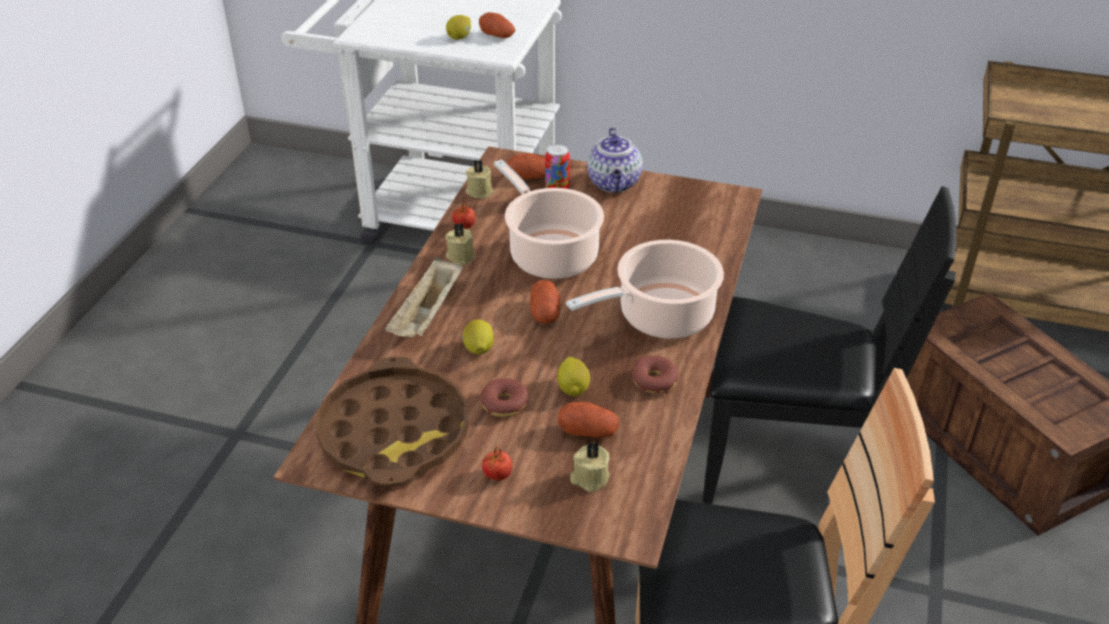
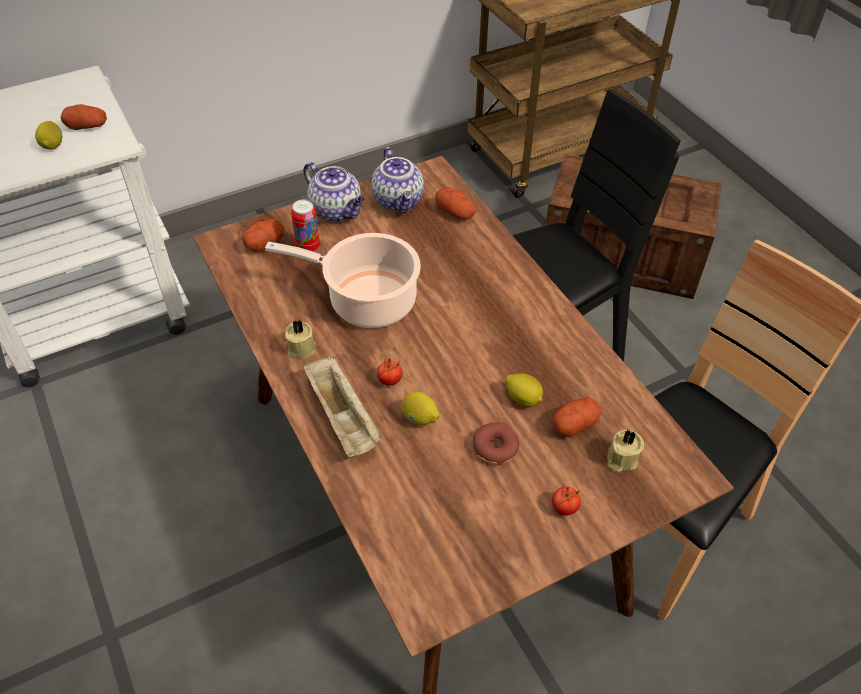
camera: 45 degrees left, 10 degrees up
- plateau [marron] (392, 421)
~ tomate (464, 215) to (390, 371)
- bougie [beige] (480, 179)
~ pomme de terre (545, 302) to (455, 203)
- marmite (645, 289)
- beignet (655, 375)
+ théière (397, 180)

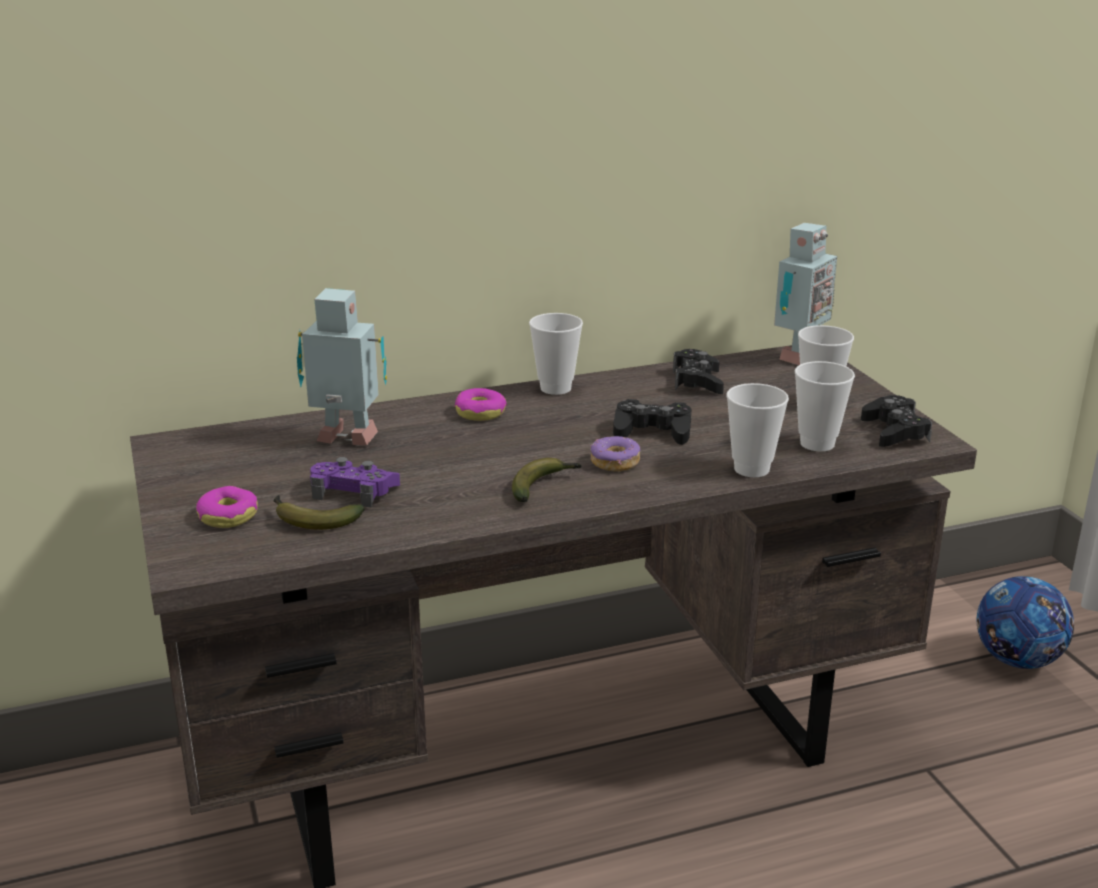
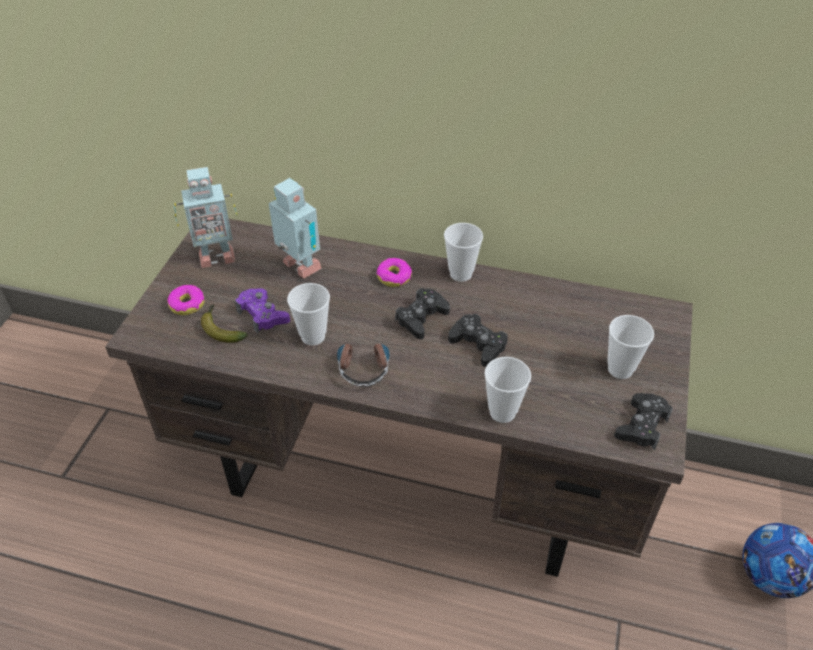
camera: 35 degrees right, 20 degrees up
~ banane (547, 480) to casque audio (363, 362)
- beignet (615, 453)
~ manette [noir] (698, 371) to (422, 313)
~ robot jouet (805, 294) to (205, 217)
~ tasse (825, 406) to (308, 314)

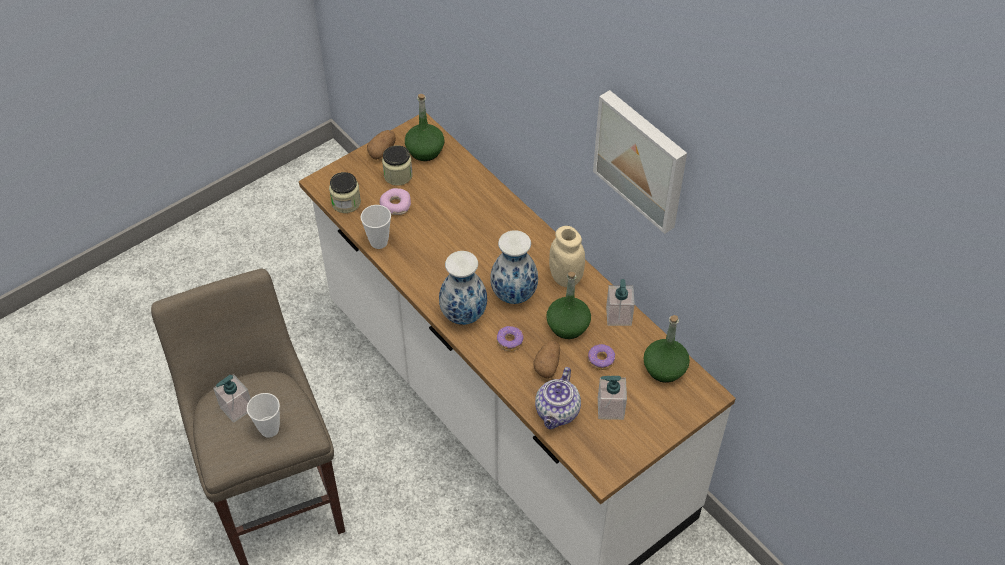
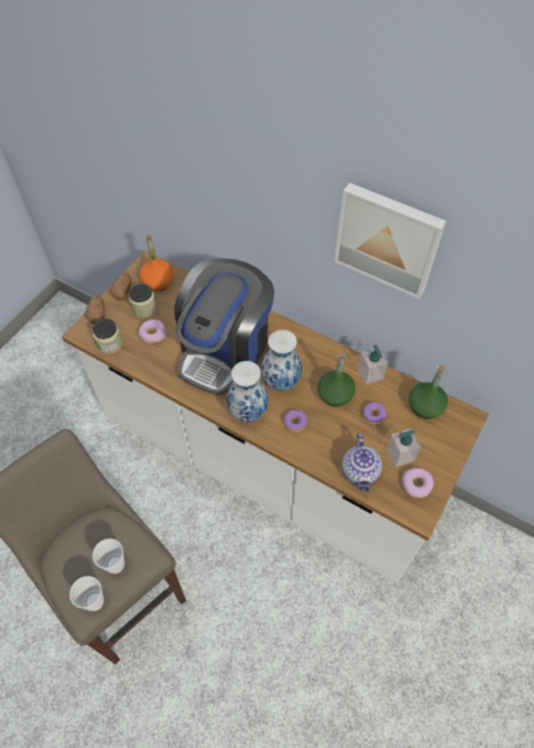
camera: 20 degrees left, 5 degrees up
- distributeur de savon (232, 398)
~ tasse (376, 227) to (87, 593)
~ bouteille [vert] (424, 127) to bouteille [orange] (157, 263)
~ pomme de terre (546, 360) to (95, 310)
- bocal [beige] (567, 256)
+ machine à café (224, 326)
+ beignet (418, 483)

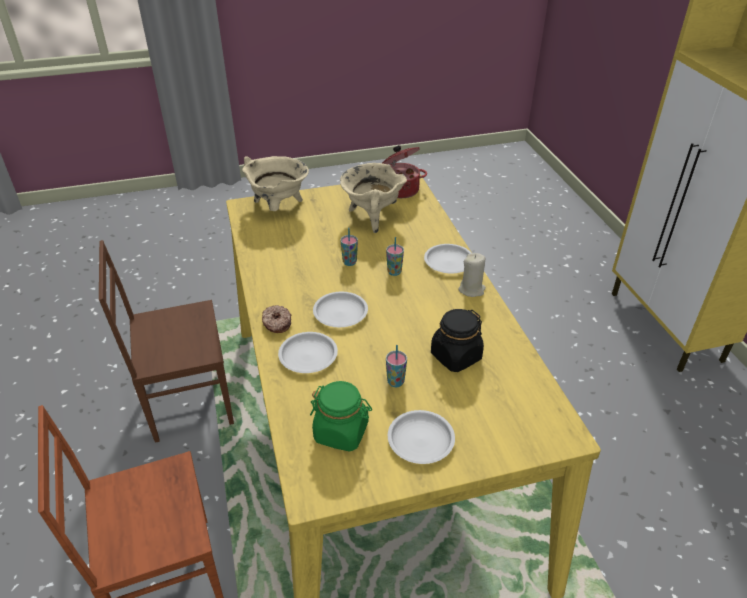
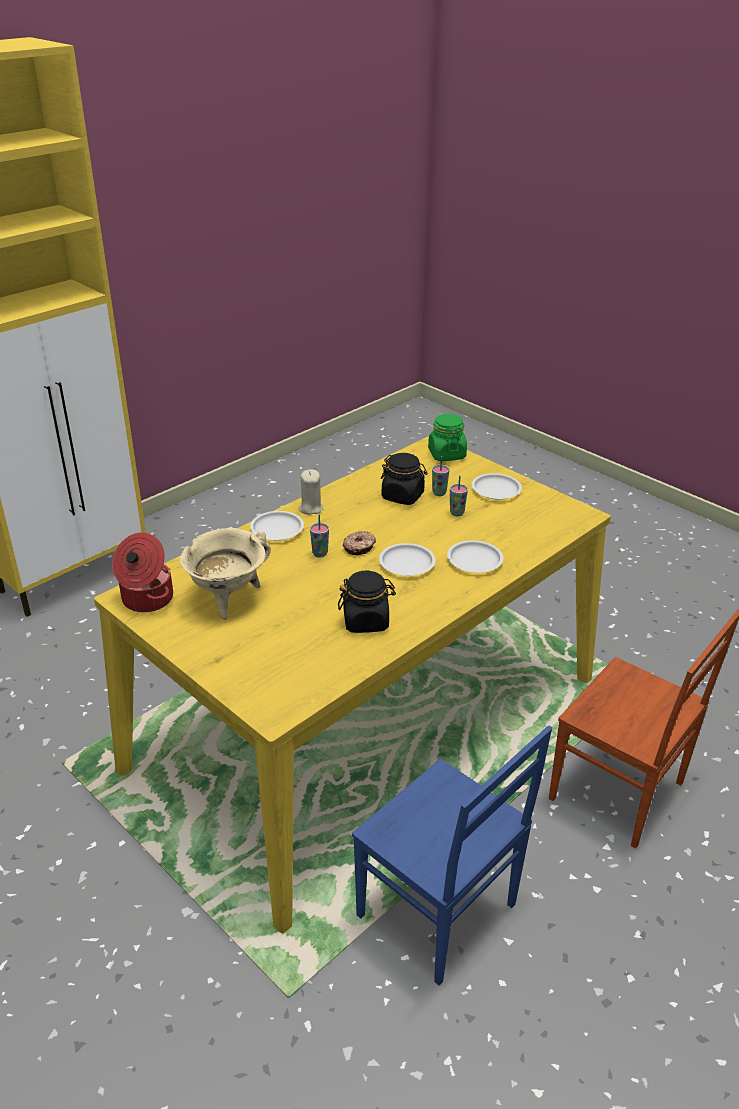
camera: 120 degrees left, 5 degrees down
~ chaise [marron] (166, 341) to chaise [bleu] (452, 855)
- marmite [beige] (275, 183)
~ beignet (276, 319) to (359, 543)
~ bocal [vert] (341, 416) to (447, 437)
~ tasse (349, 247) to (441, 476)
+ bocal [noir] (367, 602)

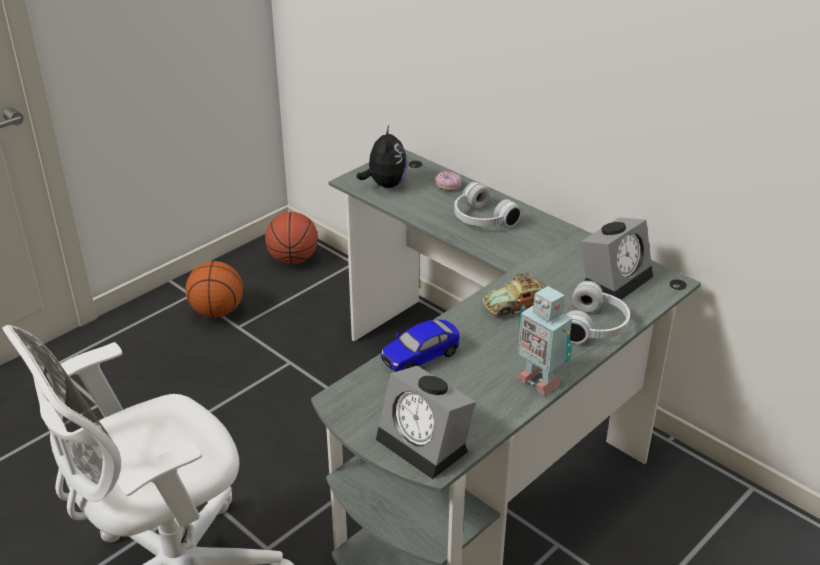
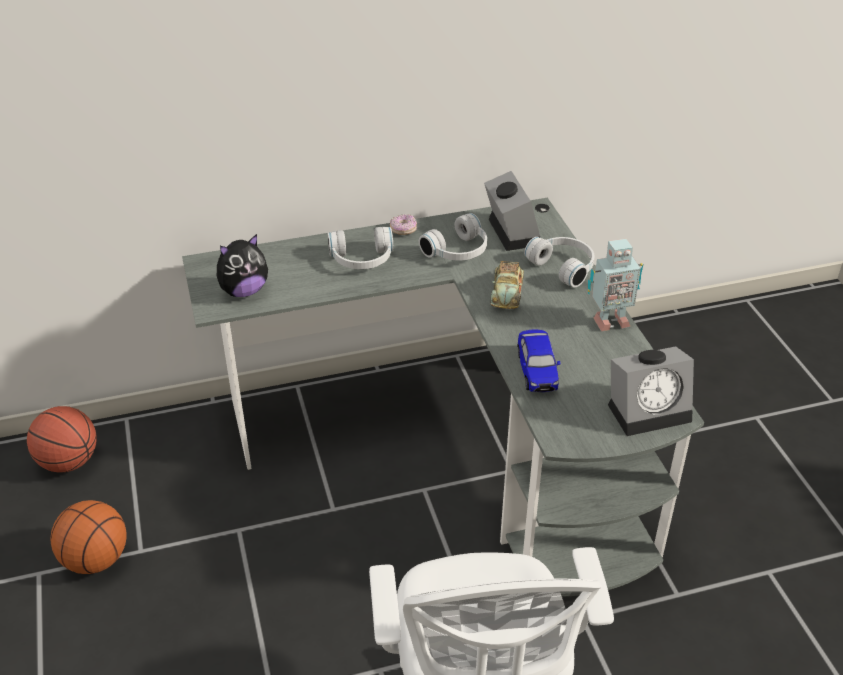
camera: 60 degrees left, 5 degrees up
~ peluche (382, 156) = (242, 265) 120 degrees clockwise
~ beignet (448, 181) to (403, 224)
+ casque audio [blanc] (453, 237)

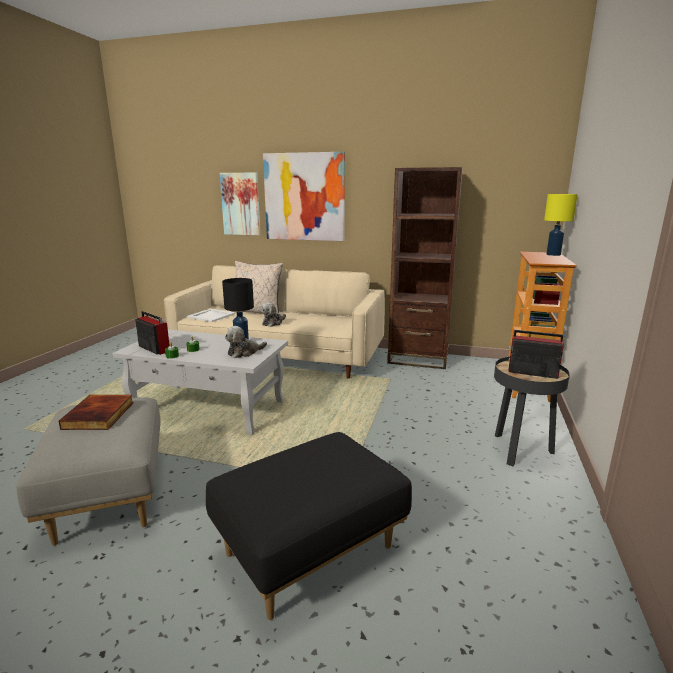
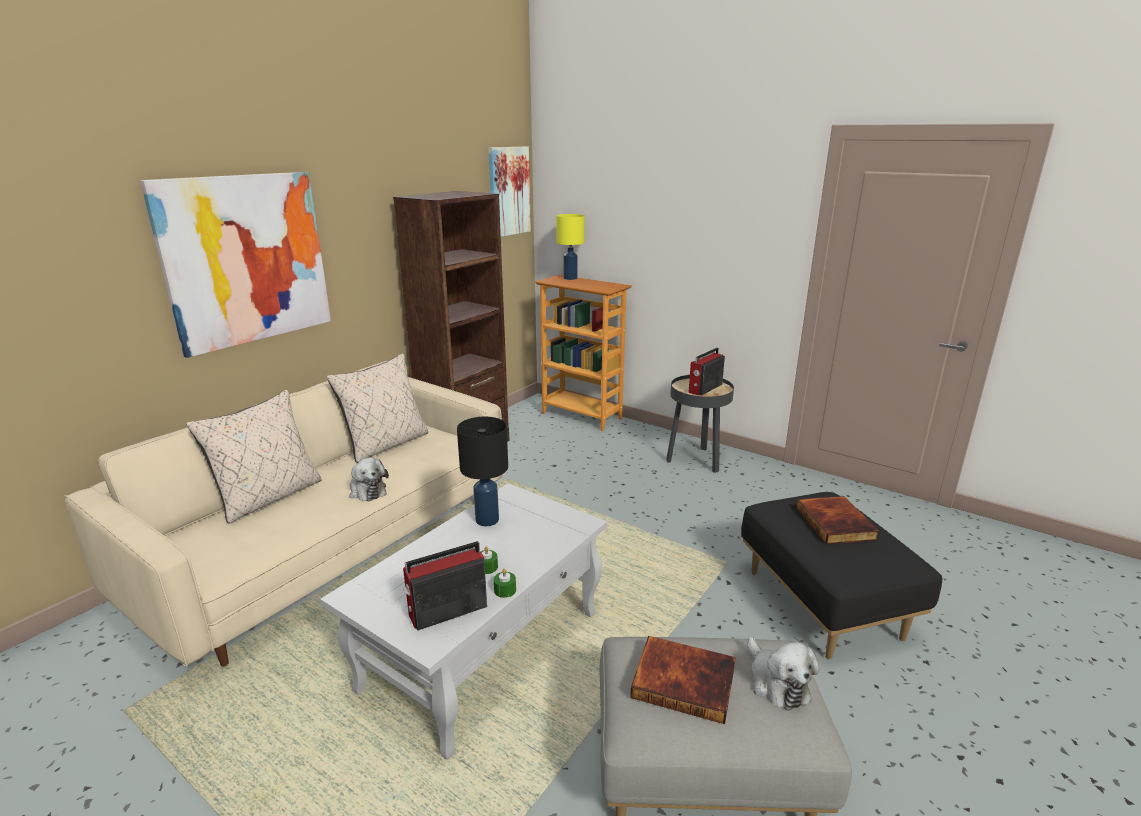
camera: 70 degrees left, 5 degrees up
- plateau [blanc] (210, 315)
~ tableau (240, 203) to (509, 192)
~ peluche (246, 342) to (783, 673)
+ coussin [beige] (377, 408)
+ livre (837, 520)

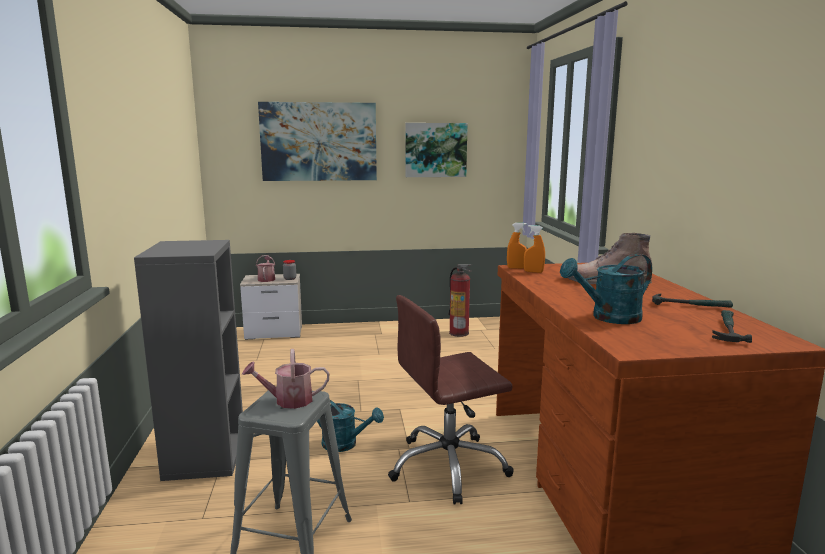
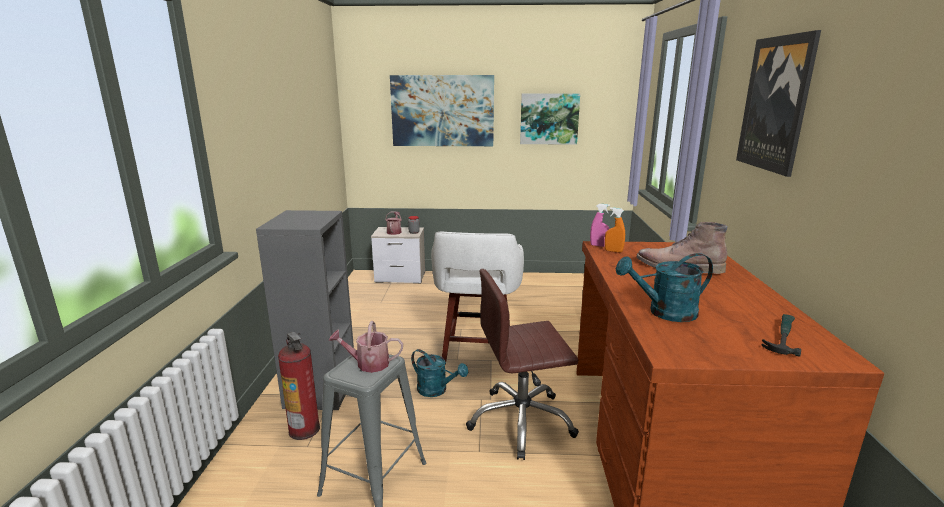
camera: 10 degrees right, 5 degrees up
~ extincteur (460, 300) to (299, 386)
~ vaporisateur [orange] (517, 246) to vaporisateur [rose] (600, 225)
- marteau (692, 301)
+ tabouret [blanc] (477, 298)
+ tableau (778, 103)

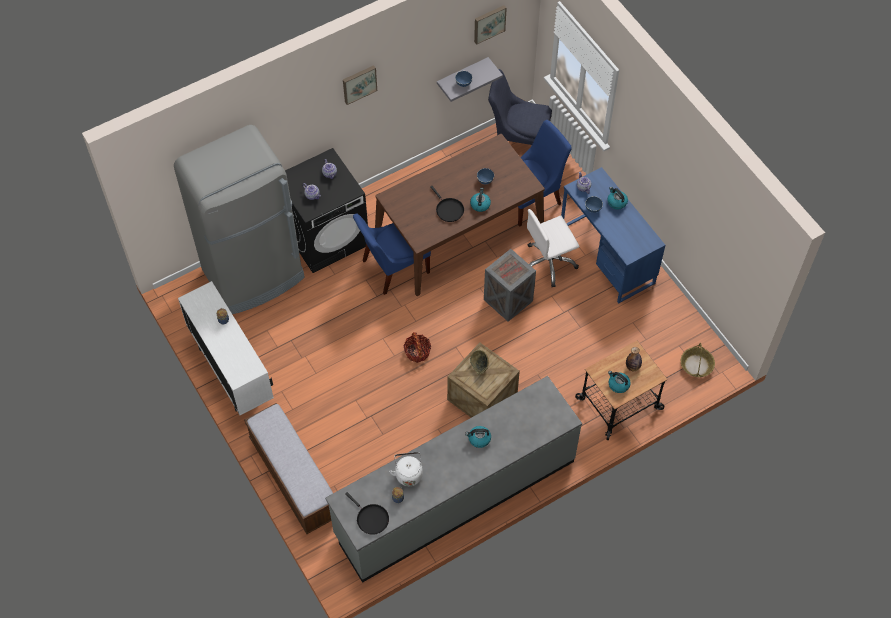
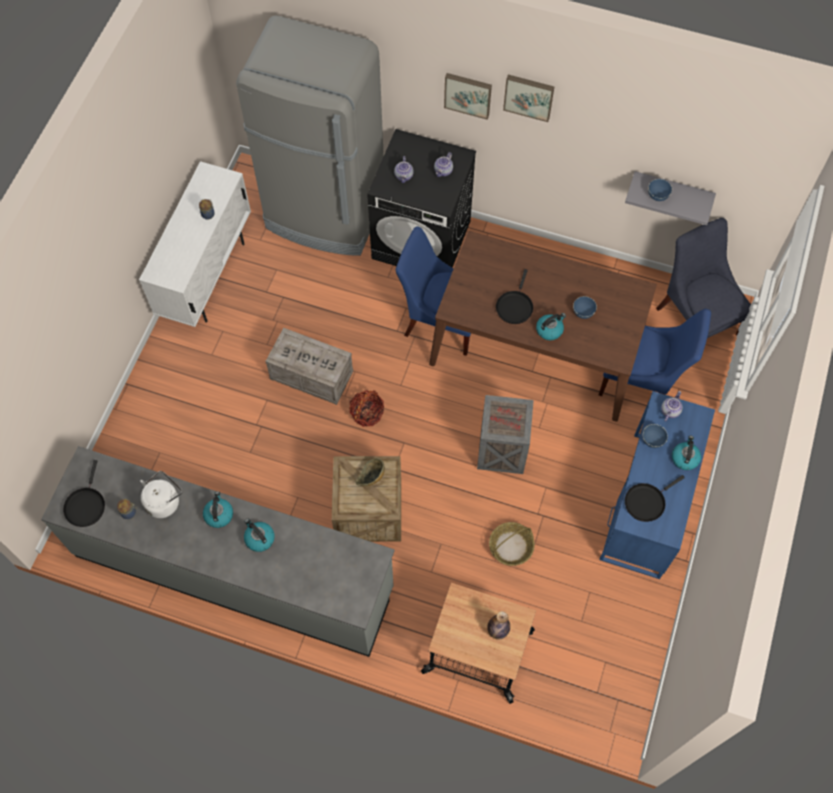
camera: 50 degrees right, 5 degrees up
- banc (288, 468)
~ tableau (490, 25) to (468, 96)
- chaise de bureau [blanc] (553, 248)
~ bouilloire (619, 382) to (218, 509)
~ panier (698, 360) to (512, 544)
+ caisse (309, 366)
+ poêle [noir] (655, 498)

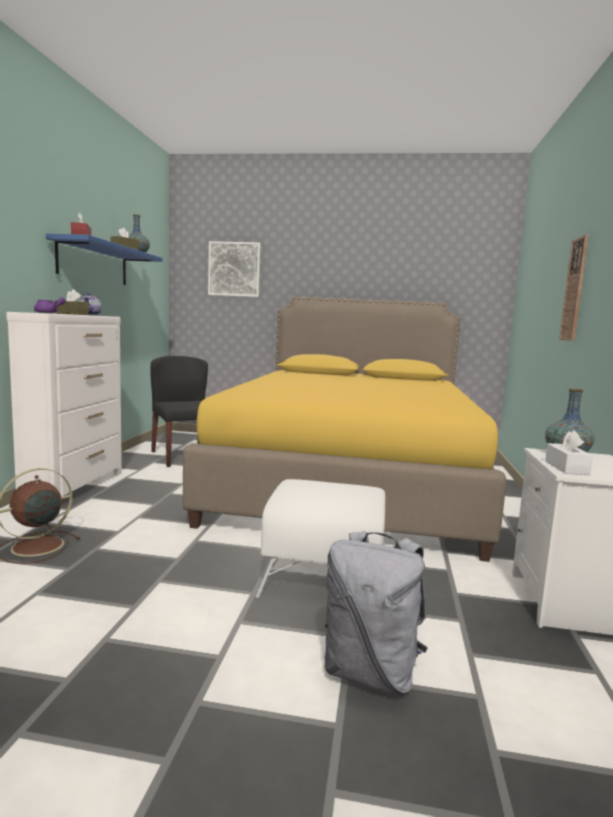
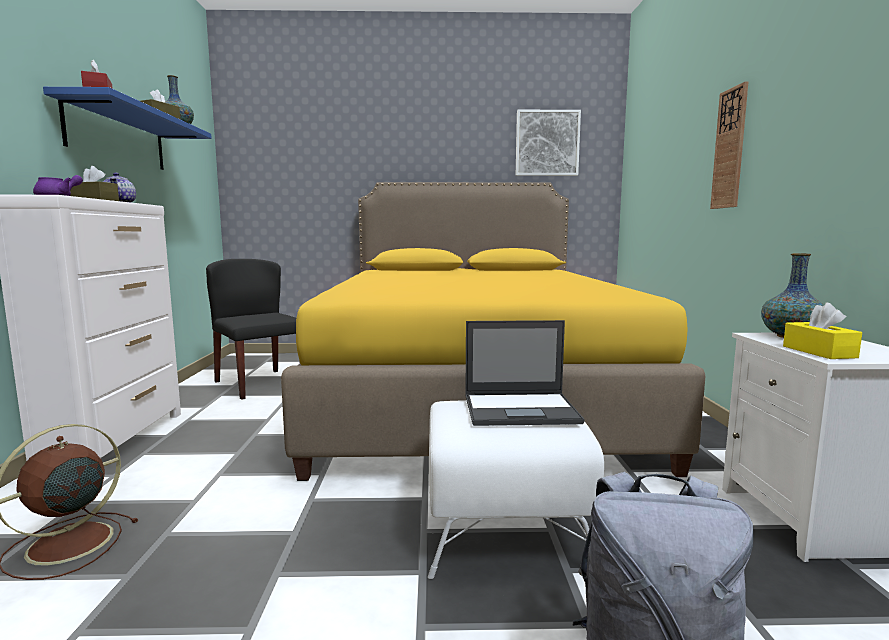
camera: 10 degrees left, 0 degrees up
~ tableau (234, 269) to (548, 143)
~ boîte à mouchoirs [blanc] (569, 452) to boîte à mouchoirs [jaune] (822, 330)
+ ordinateur portable (525, 373)

